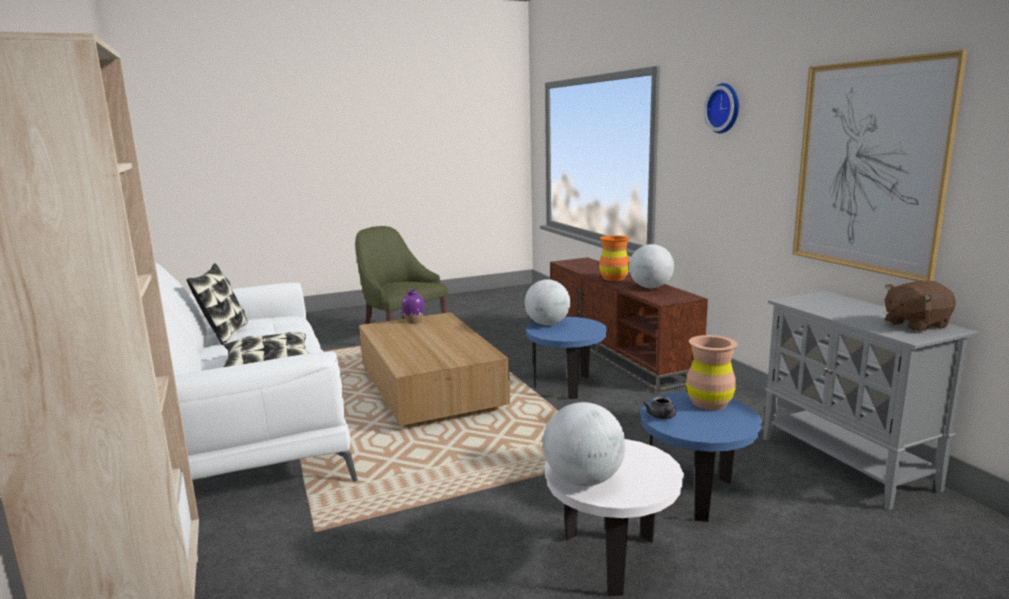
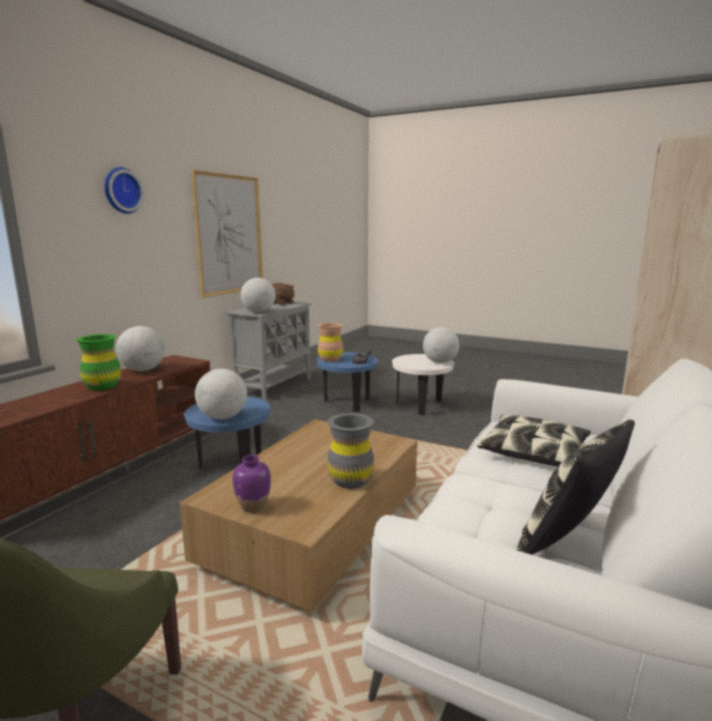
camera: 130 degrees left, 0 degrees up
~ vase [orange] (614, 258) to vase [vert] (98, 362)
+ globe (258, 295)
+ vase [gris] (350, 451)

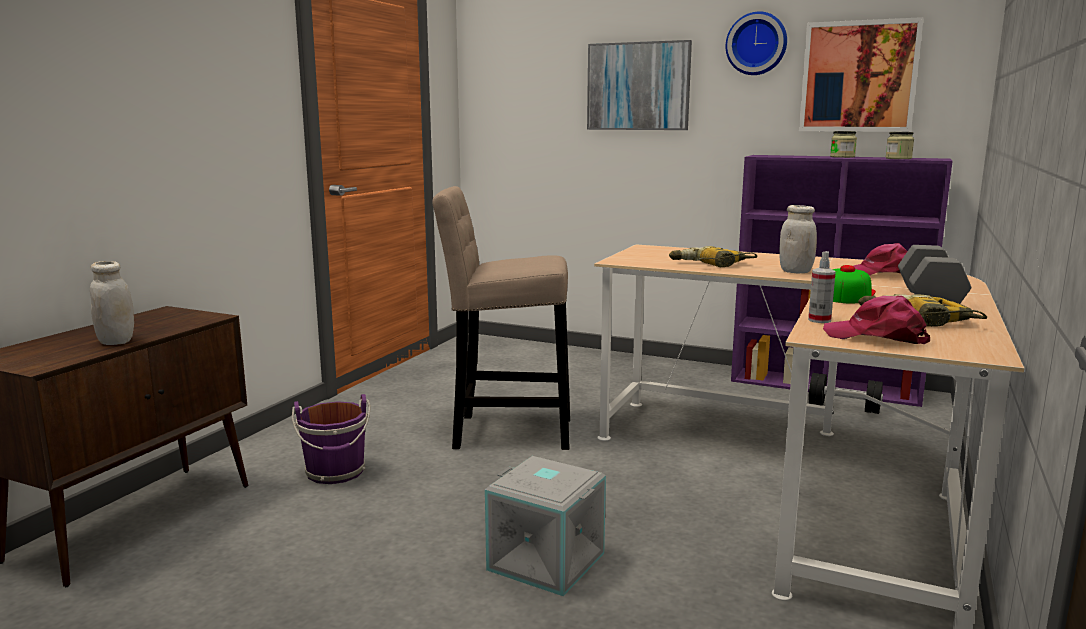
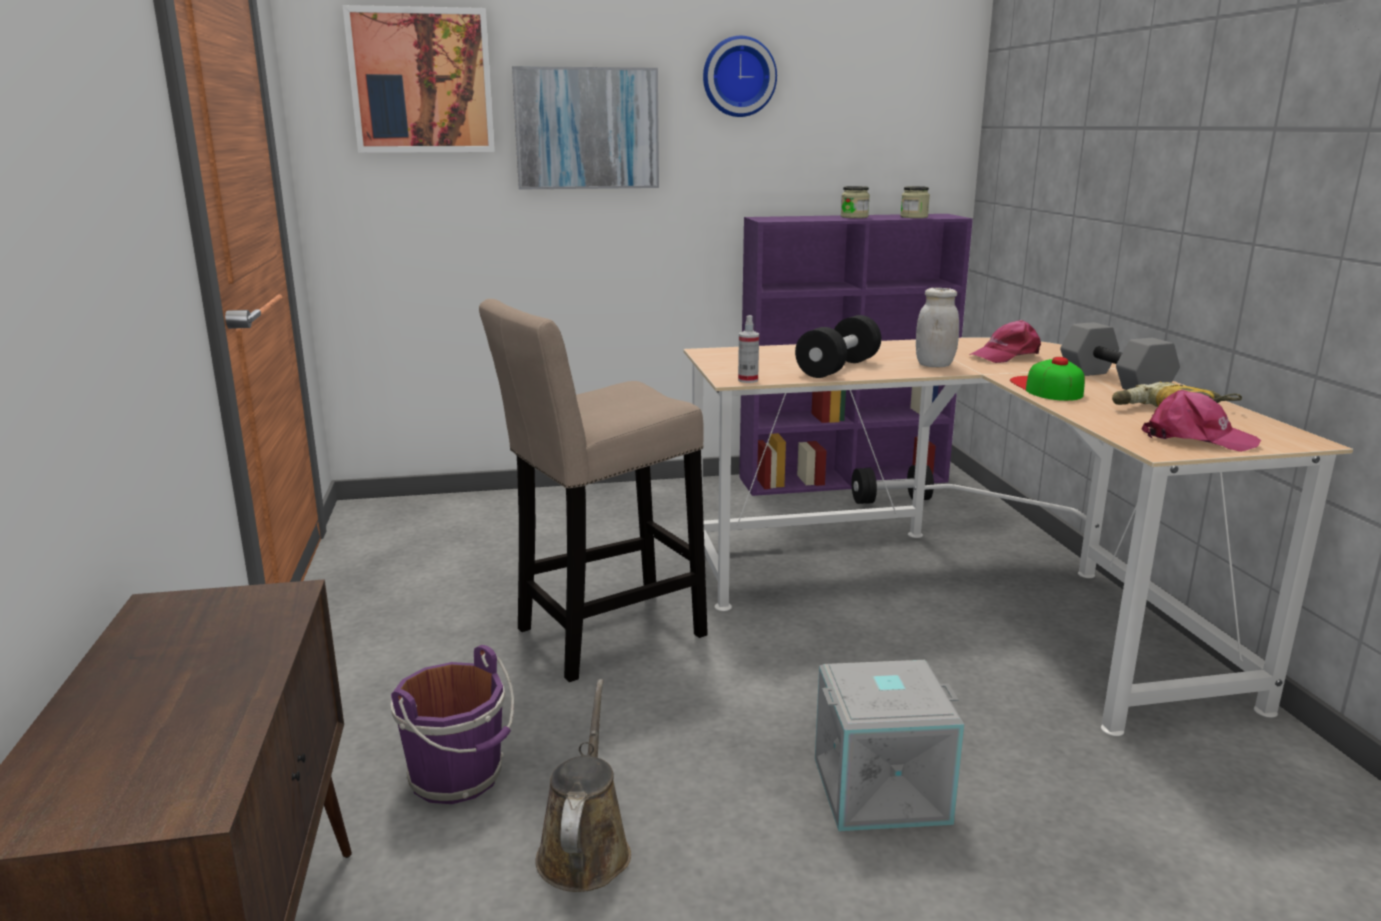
camera: 35 degrees left, 5 degrees up
- bocal [blanc] (112, 303)
~ perceuse (713, 256) to haltère [noir] (838, 346)
~ tableau (861, 74) to (418, 79)
~ vaporisateur (822, 287) to (748, 349)
~ casquette [rose] (876, 319) = (1201, 421) 150 degrees counterclockwise
+ arrosoir [marron] (583, 785)

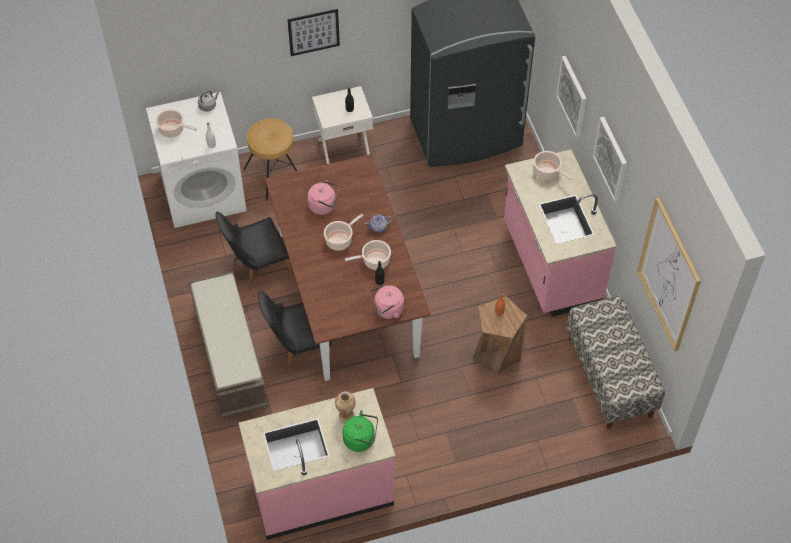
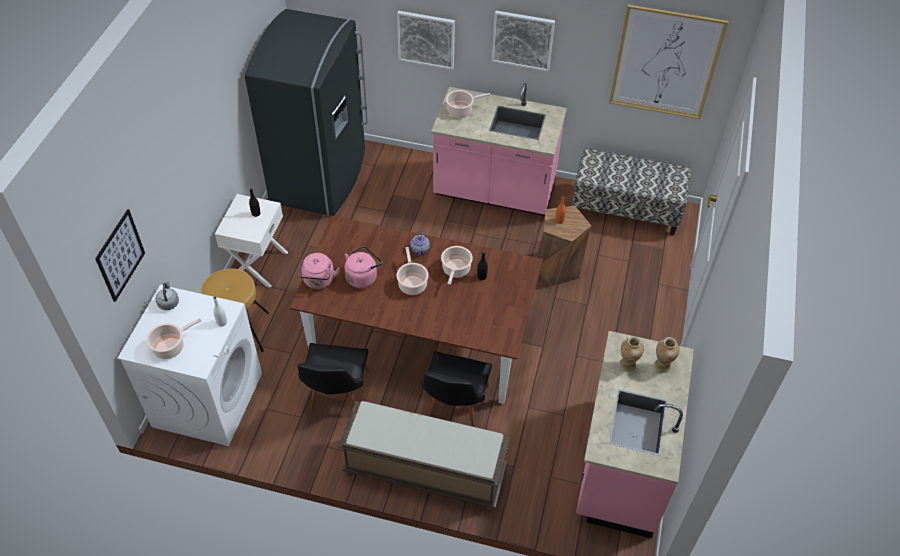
camera: 60 degrees left, 5 degrees down
~ tableau (313, 32) to (120, 255)
~ bouilloire [vert] (360, 431) to vase (667, 355)
~ bouilloire [rose] (386, 301) to (319, 271)

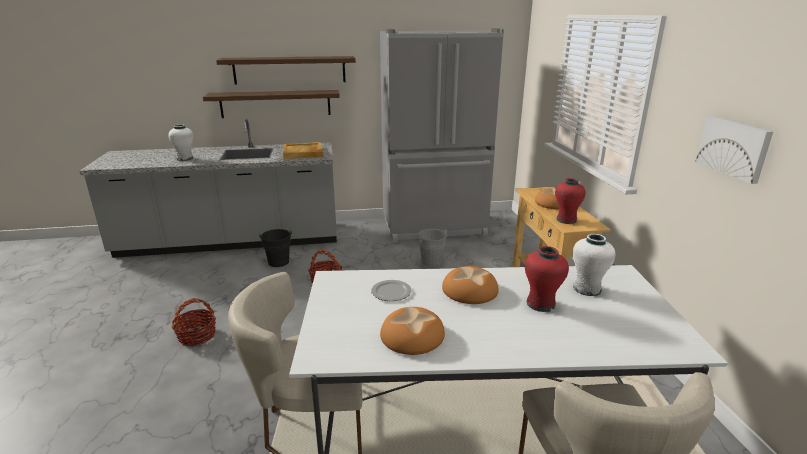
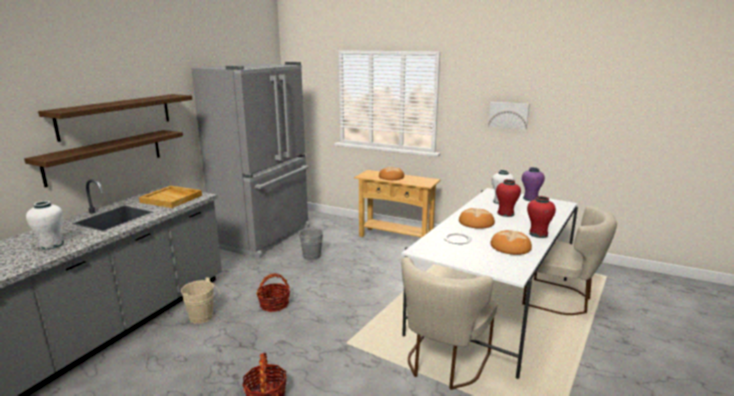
camera: 55 degrees left, 5 degrees down
~ seau [noir] (275, 248) to seau [beige] (200, 300)
~ vase [rouge] (570, 201) to (541, 217)
+ vase [violet] (533, 184)

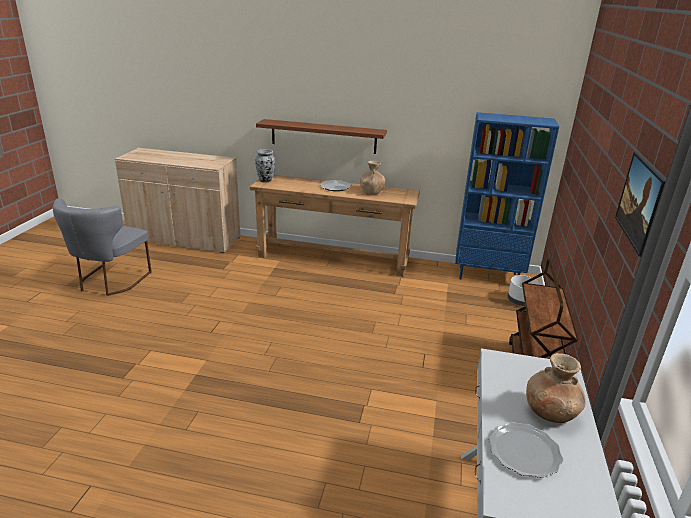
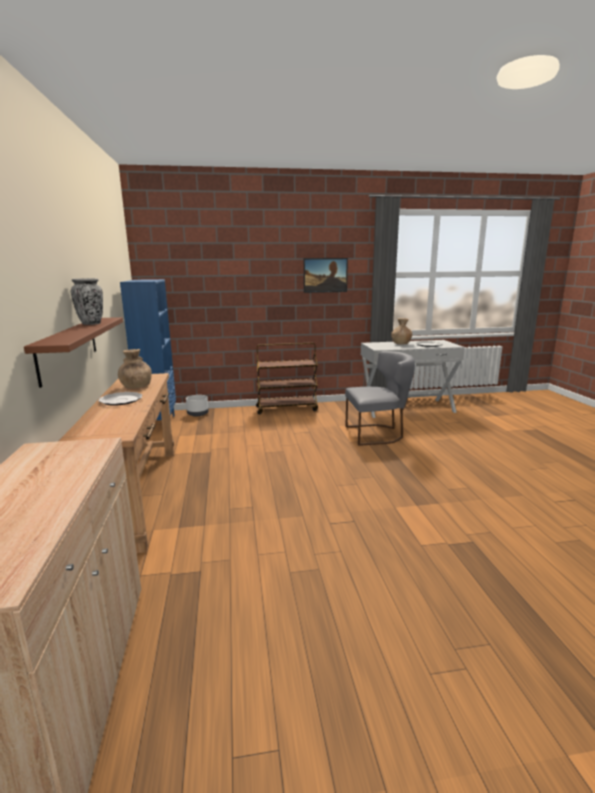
camera: 110 degrees left, 10 degrees down
~ chaise [gris] (102, 247) to (380, 398)
~ vase (265, 166) to (87, 301)

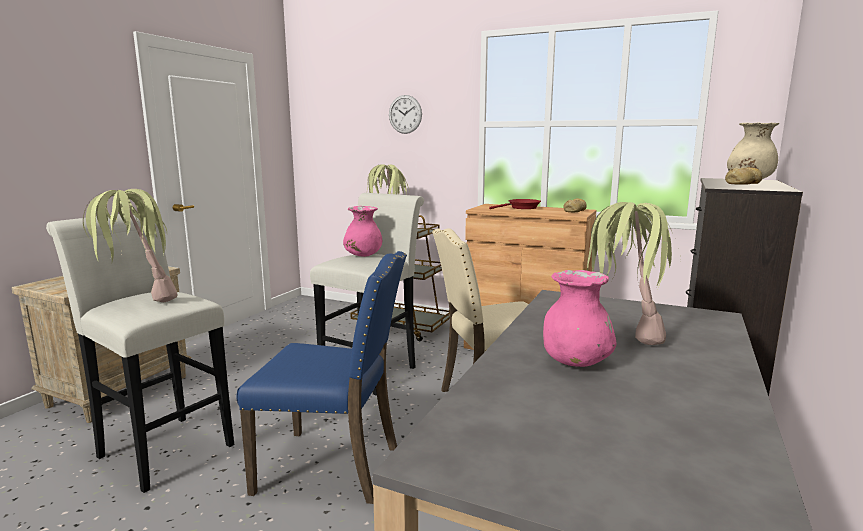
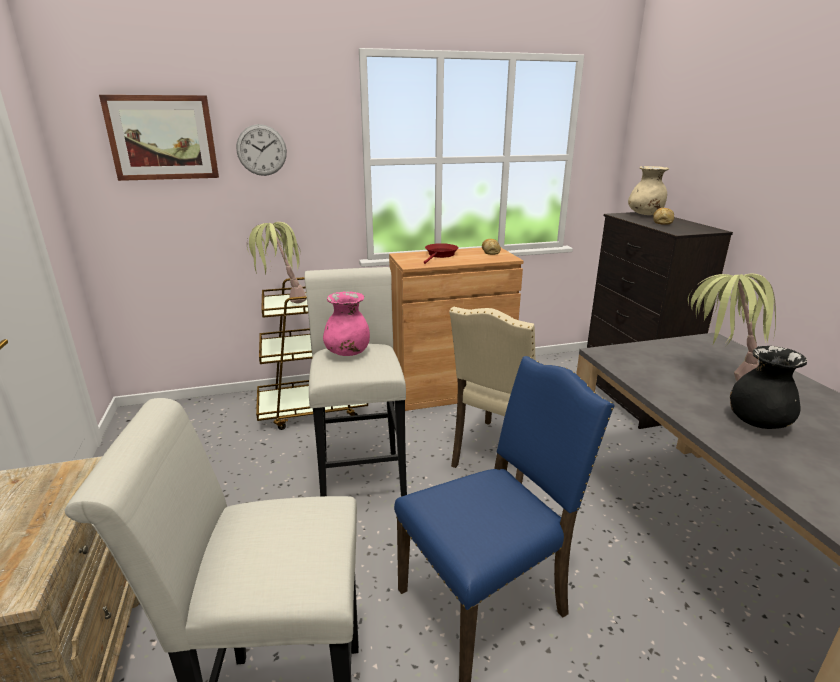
camera: 40 degrees left, 10 degrees up
- plante en pot (130, 245)
~ vase [rose] (580, 318) to vase [noir] (768, 387)
+ tableau (159, 138)

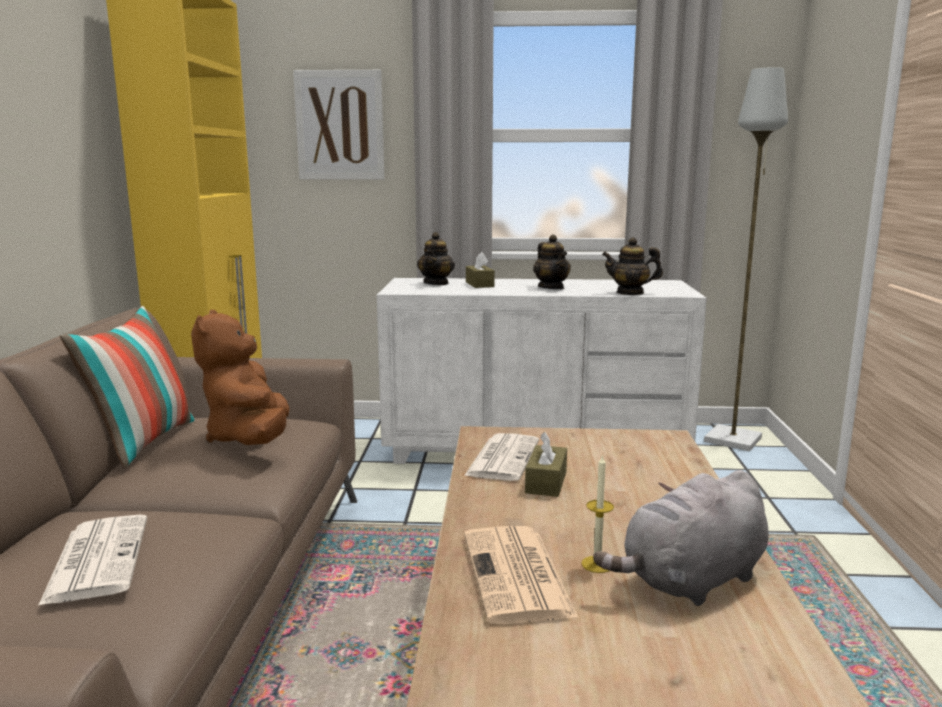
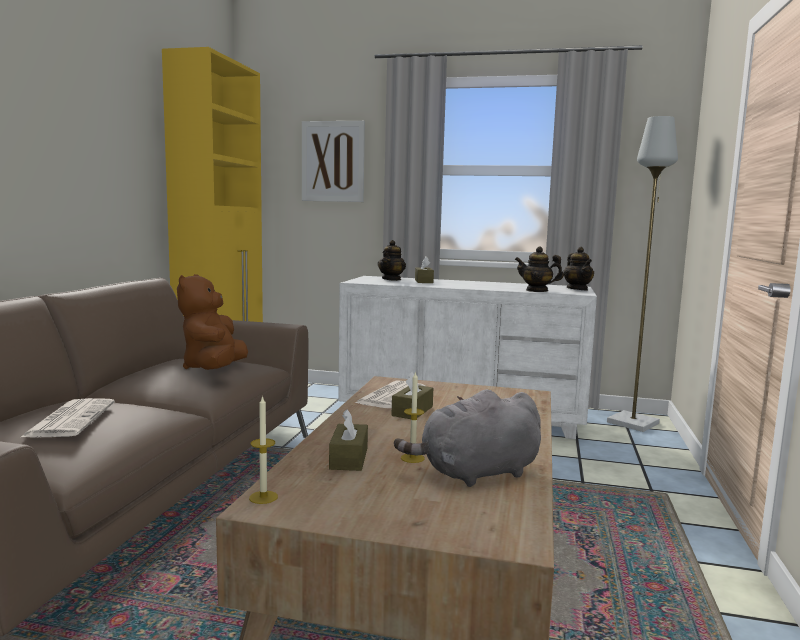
camera: 10 degrees right, 5 degrees down
- coussin (127, 387)
~ journal (521, 575) to boîte à mouchoirs [marron] (348, 440)
~ théière (552, 262) to (578, 268)
+ bougie (263, 449)

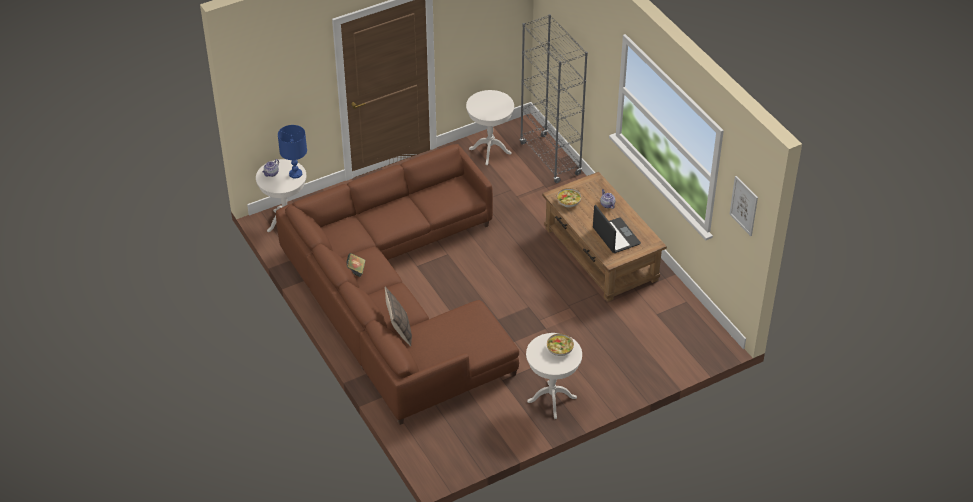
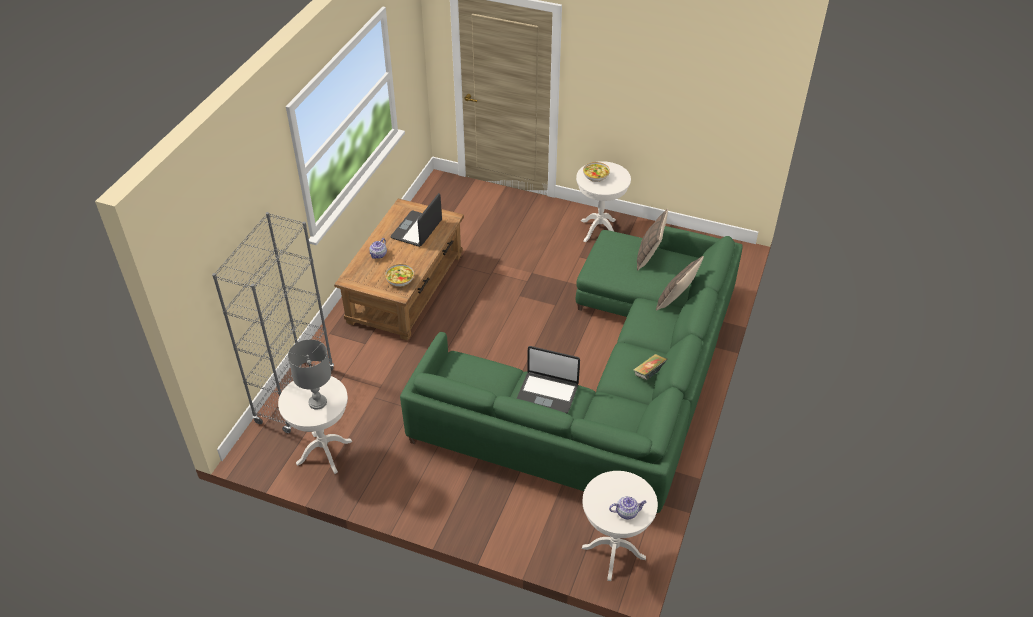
camera: 130 degrees left, 0 degrees up
~ canapé [marron] (397, 284) to canapé [vert] (571, 372)
- lampe de table [bleu] (292, 151)
- tableau (743, 206)
+ lampe de table [gris] (309, 374)
+ ordinateur portable (548, 379)
+ coussin (652, 239)

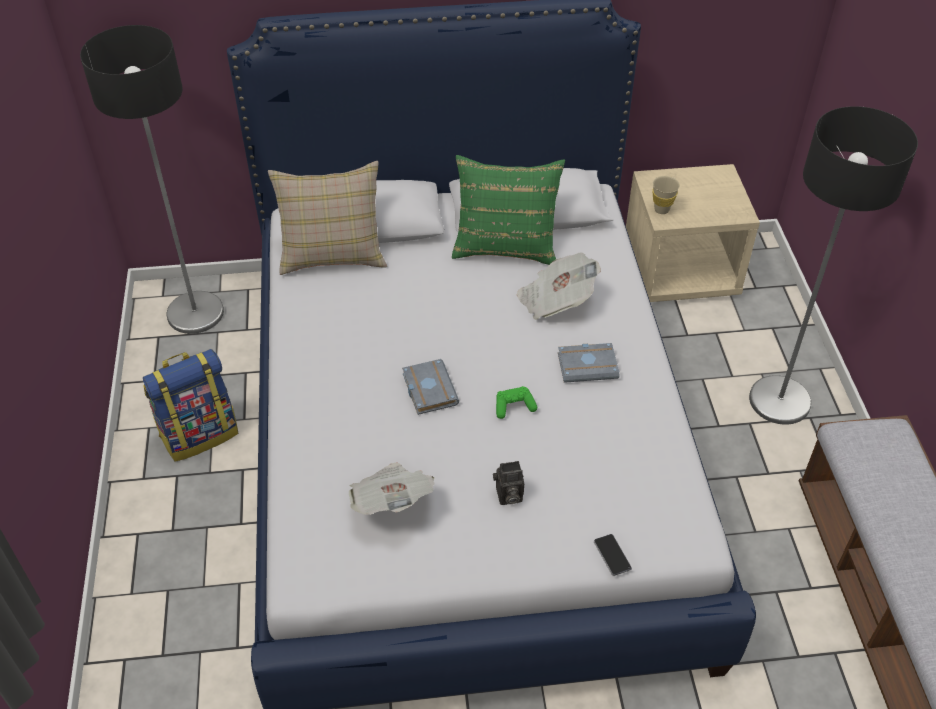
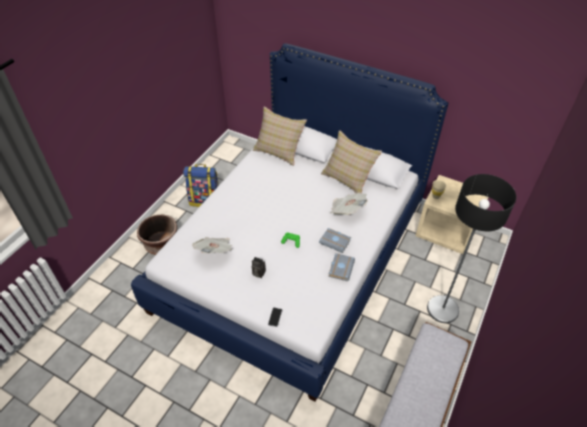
camera: 35 degrees right, 0 degrees up
- lampadaire (152, 179)
~ livre [gris] (430, 387) to (341, 267)
~ coussin [vert] (508, 210) to coussin [beige] (351, 161)
+ cache-pot [marron] (157, 235)

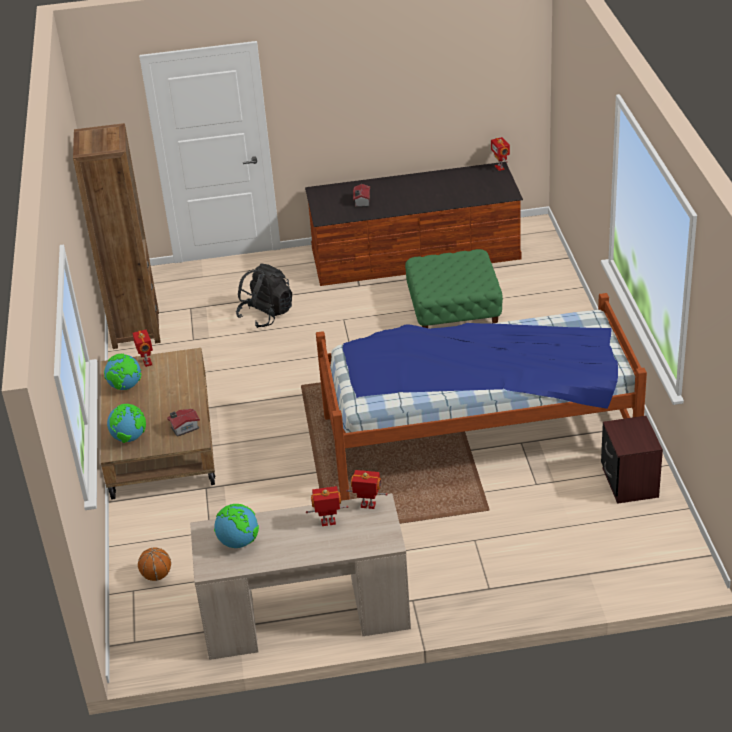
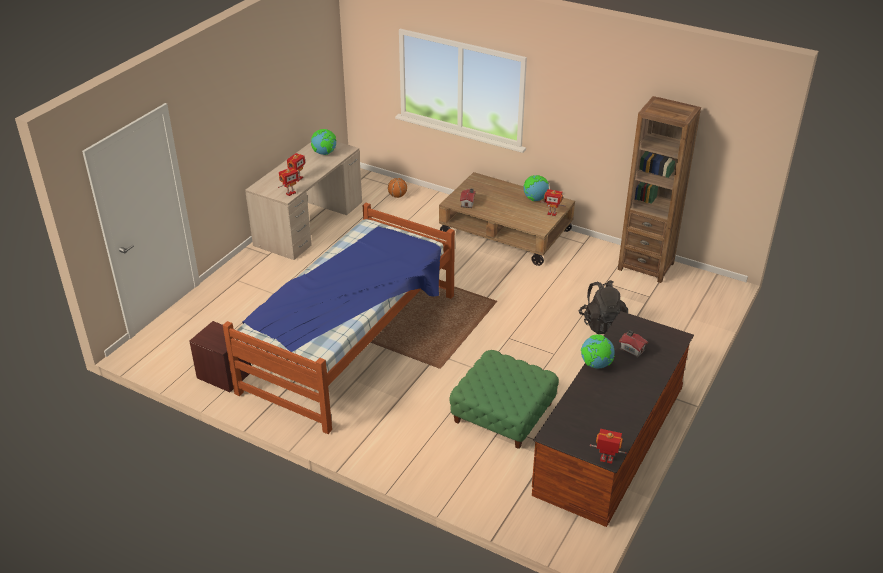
camera: 125 degrees right, 0 degrees up
~ globe (126, 423) to (598, 351)

